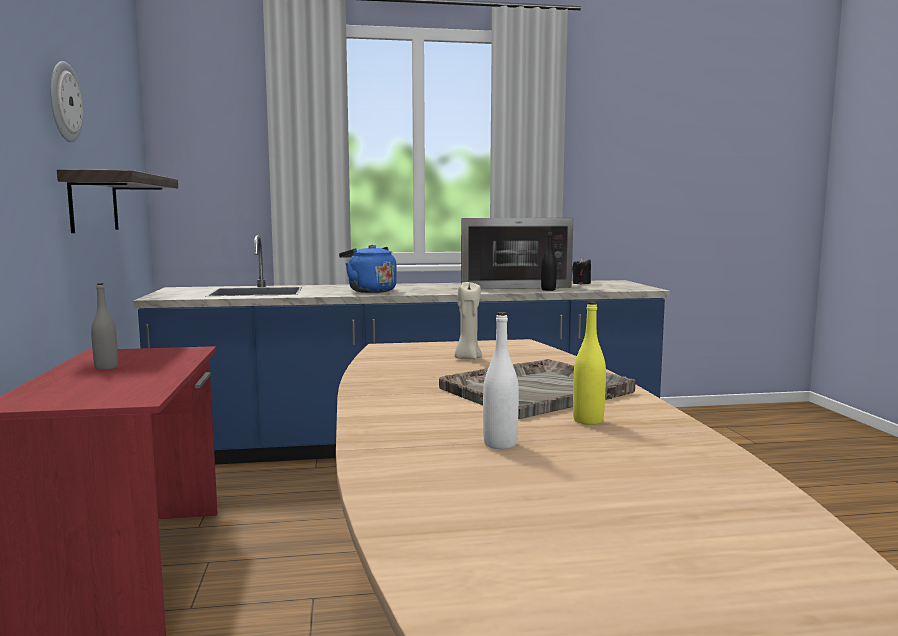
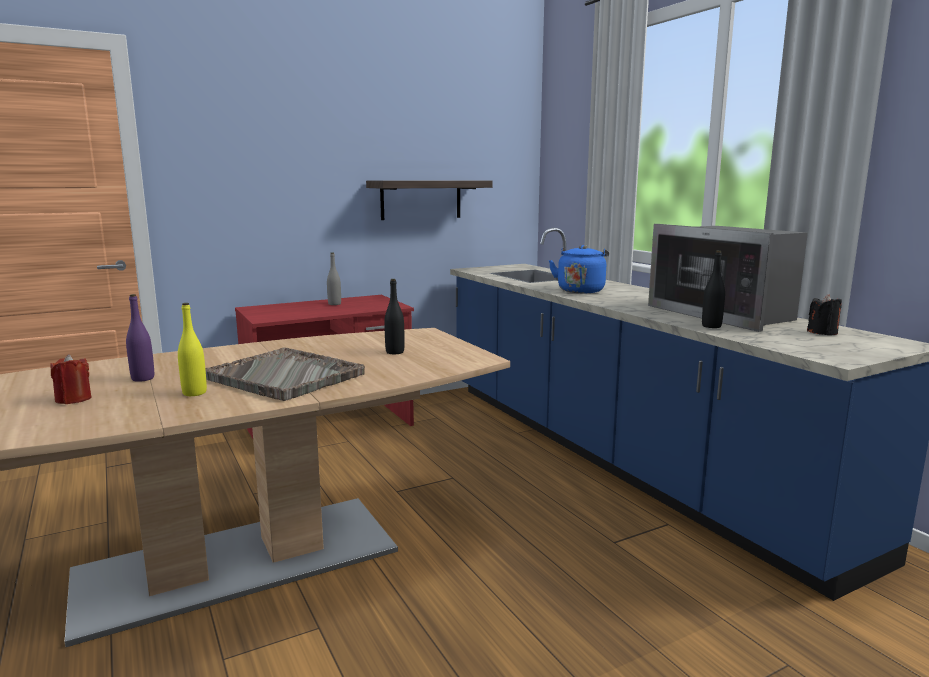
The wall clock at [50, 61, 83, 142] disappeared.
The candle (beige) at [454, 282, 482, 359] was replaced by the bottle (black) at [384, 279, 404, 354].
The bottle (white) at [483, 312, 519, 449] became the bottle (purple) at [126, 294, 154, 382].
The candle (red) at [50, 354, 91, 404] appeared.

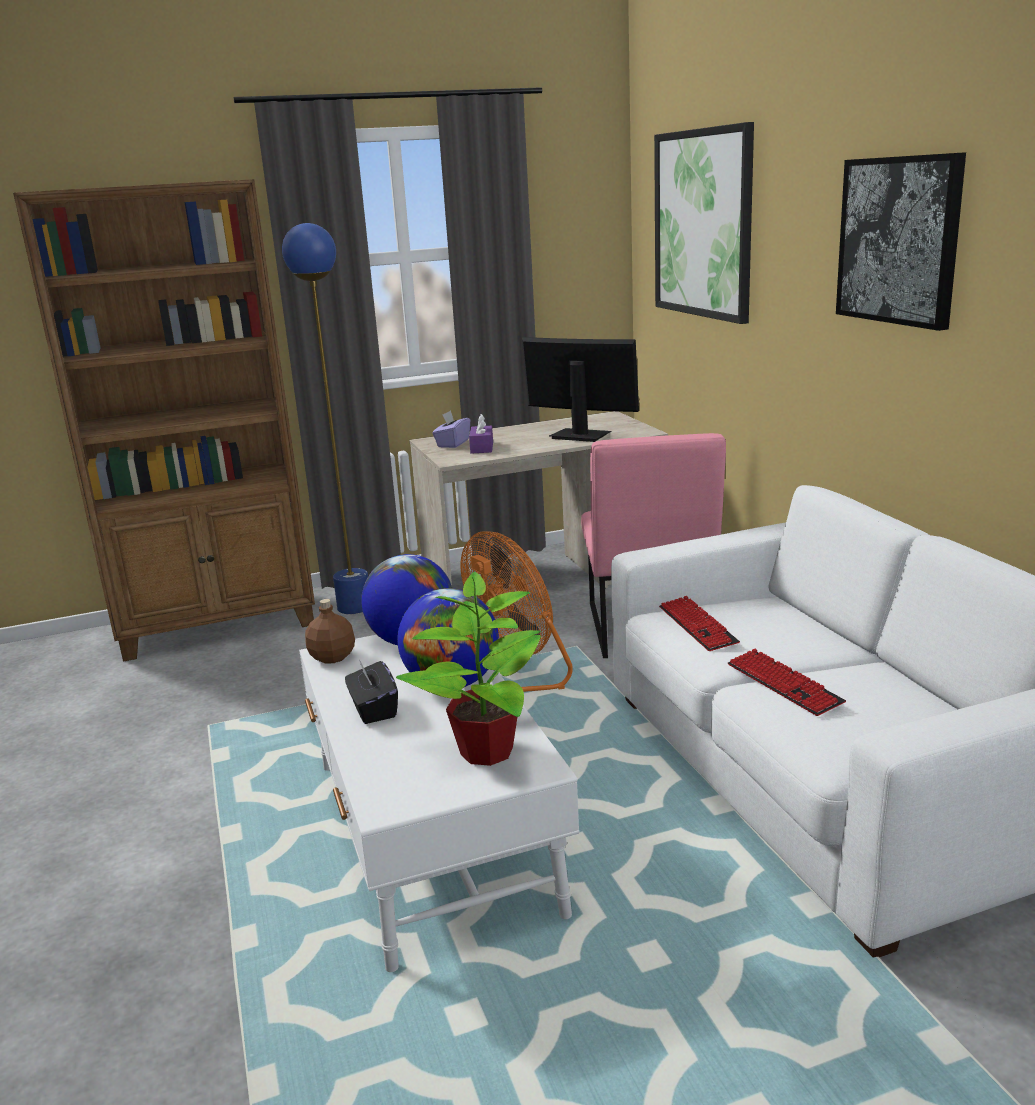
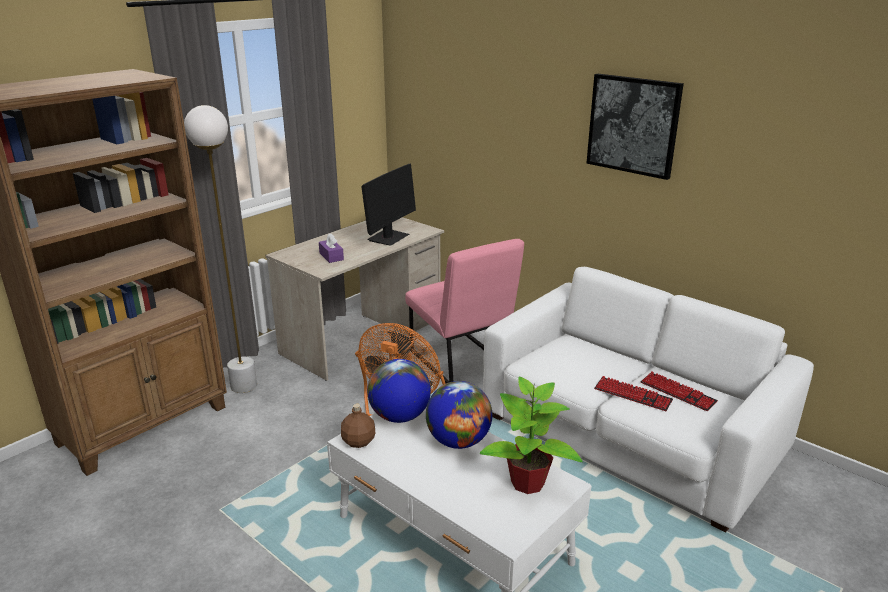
The floor lamp (blue) at [282, 223, 368, 614] became the floor lamp (white) at [184, 105, 257, 393].
The tissue box (black) at [345, 660, 398, 724] disappeared.
The tissue box (purple) at [432, 410, 470, 448] disappeared.
The monitor at [522, 337, 639, 442] turned 120 degrees clockwise.
The picture at [654, 122, 754, 324] disappeared.
The keyboard moved from [660, 596, 740, 651] to [640, 372, 718, 411].

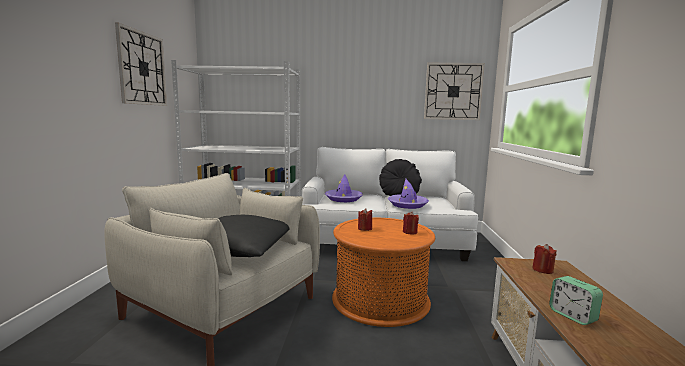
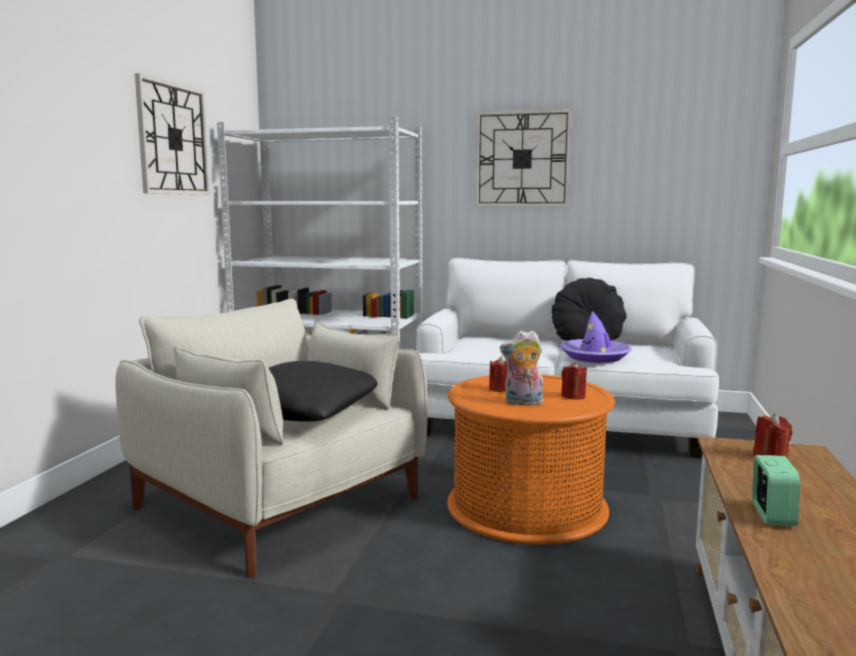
The hat (purple) at [325, 174, 363, 202] disappeared.
The wall clock moved from [424, 63, 485, 120] to [475, 109, 572, 207].
The alarm clock at [549, 276, 603, 325] turned 150 degrees counterclockwise.
The plush toy at [500, 330, 543, 405] appeared.

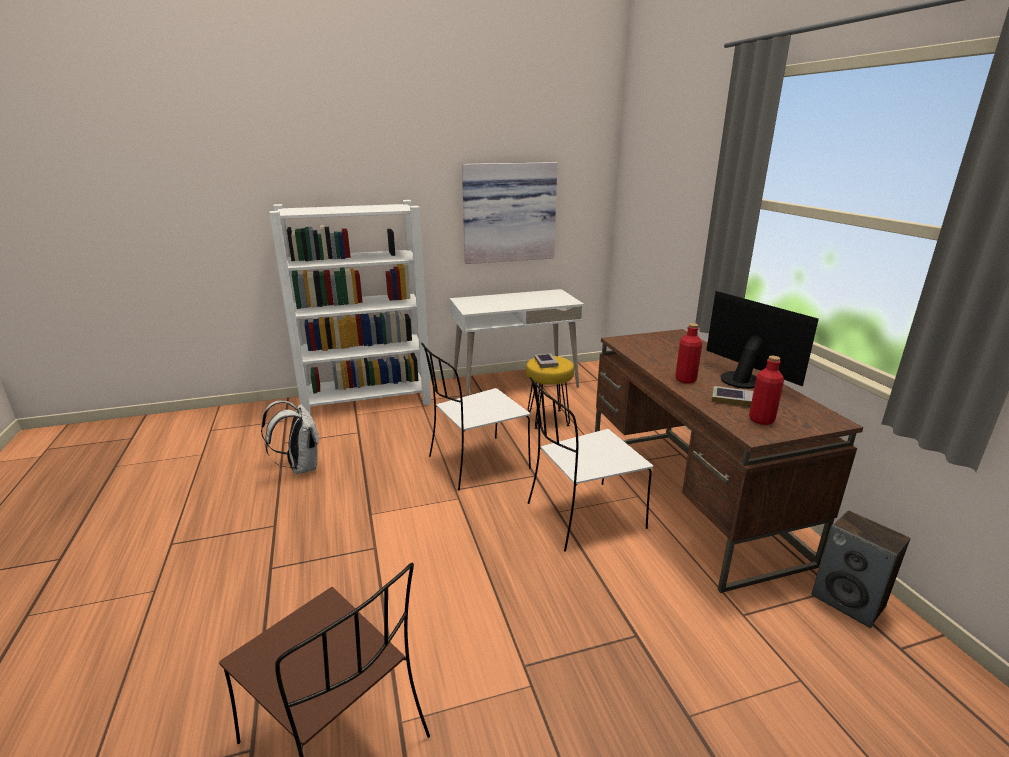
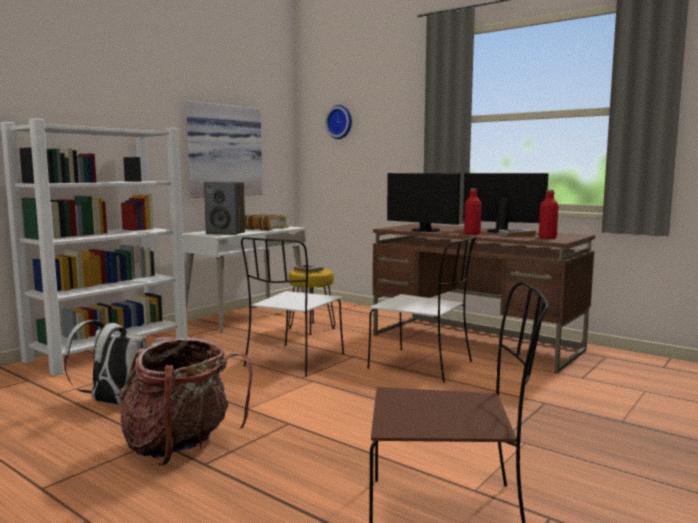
The chair (white) at [528, 377, 653, 552] turned 90 degrees counterclockwise.
The speaker moved from [811, 511, 910, 628] to [204, 182, 245, 235].
The backpack at [119, 337, 253, 466] appeared.
The book at [245, 214, 289, 231] appeared.
The wall clock at [325, 105, 352, 139] appeared.
The monitor at [387, 173, 460, 232] appeared.

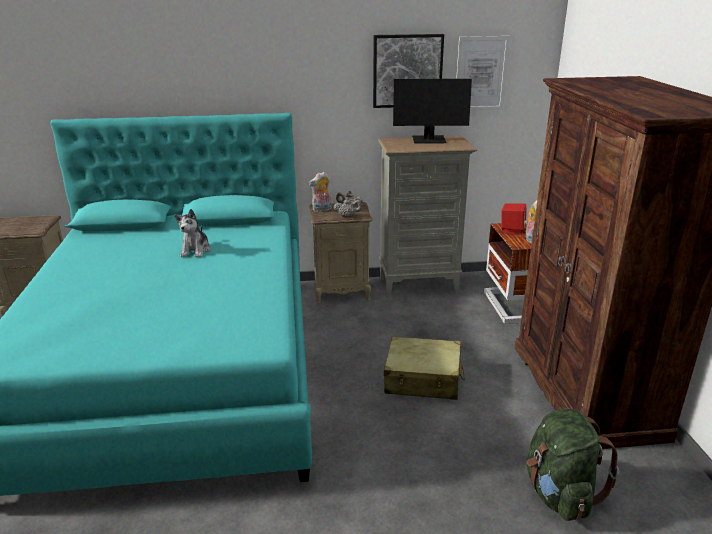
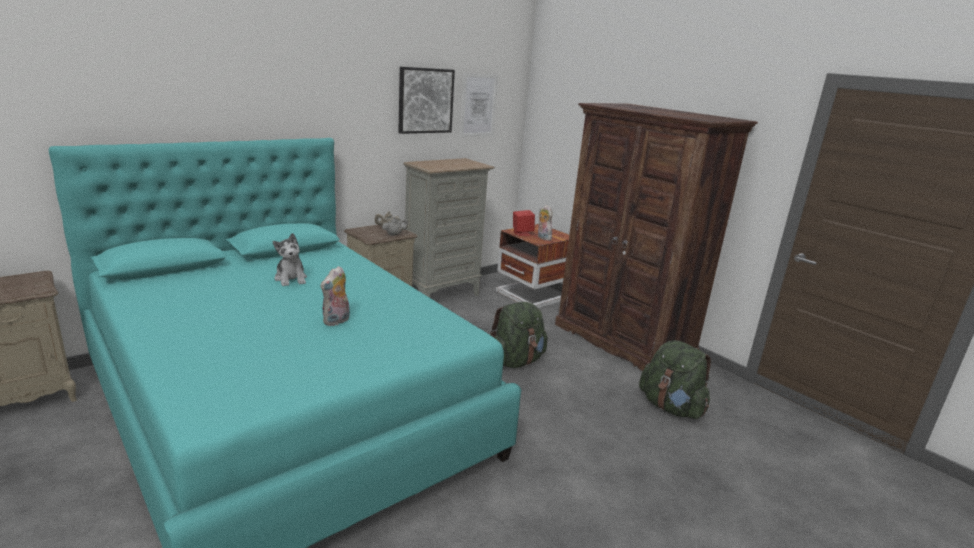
The plush toy moved from [309, 172, 332, 212] to [320, 266, 350, 326].
The suitcase (beige) at [384, 337, 465, 400] was replaced by the backpack (green) at [490, 302, 548, 368].
The monitor at [393, 79, 472, 143] disappeared.

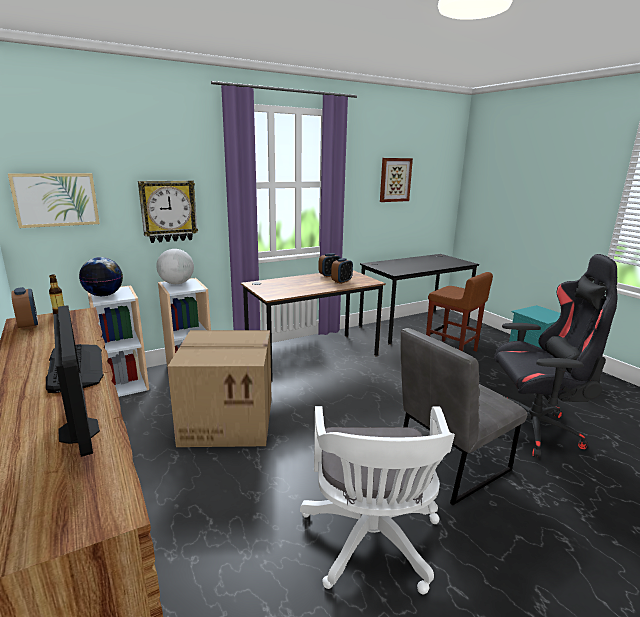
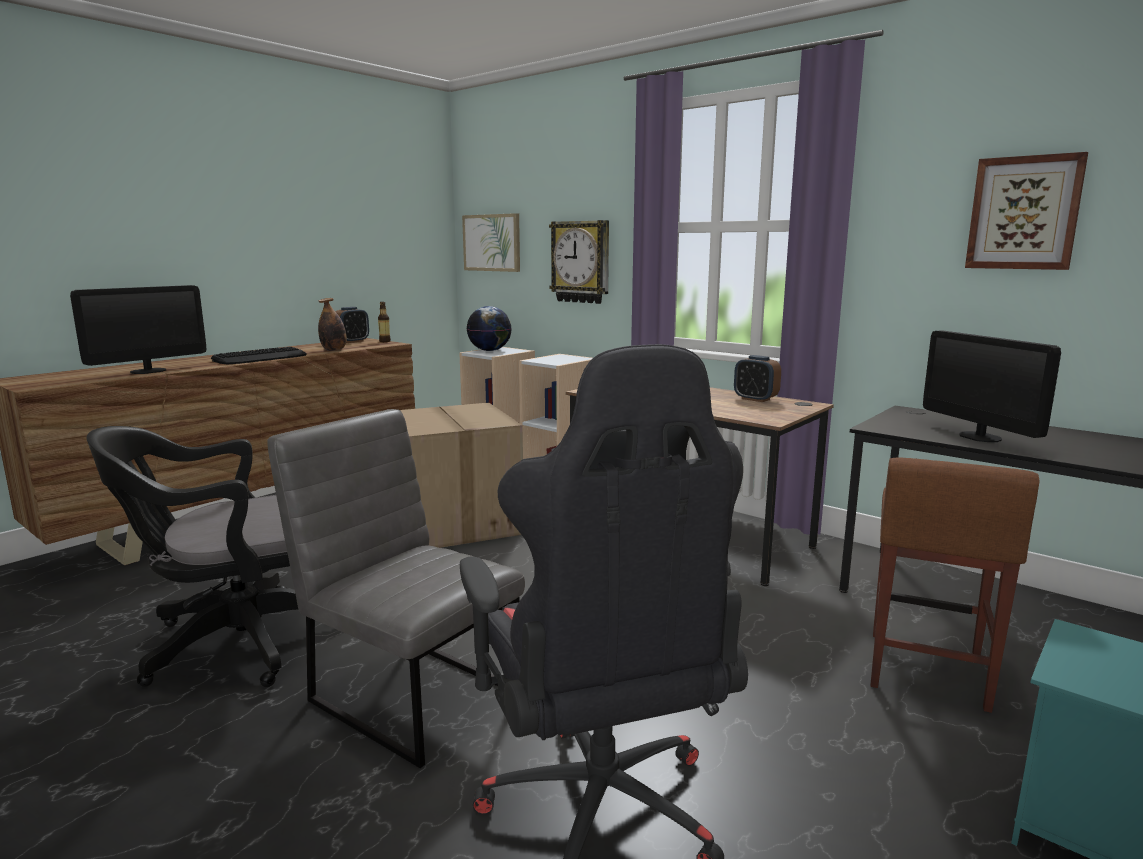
The globe at [156, 249, 194, 284] disappeared.
The office chair (white) at [300, 406, 455, 594] became the office chair (black) at [87, 426, 299, 687].
The alarm clock at [331, 258, 353, 284] disappeared.
The bottle at [318, 298, 347, 351] appeared.
The monitor at [923, 330, 1061, 442] appeared.

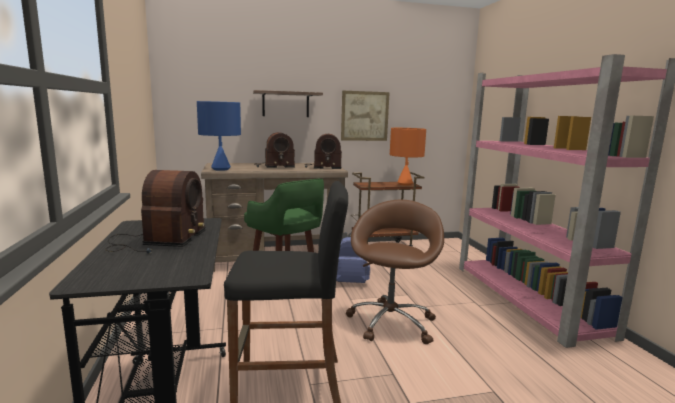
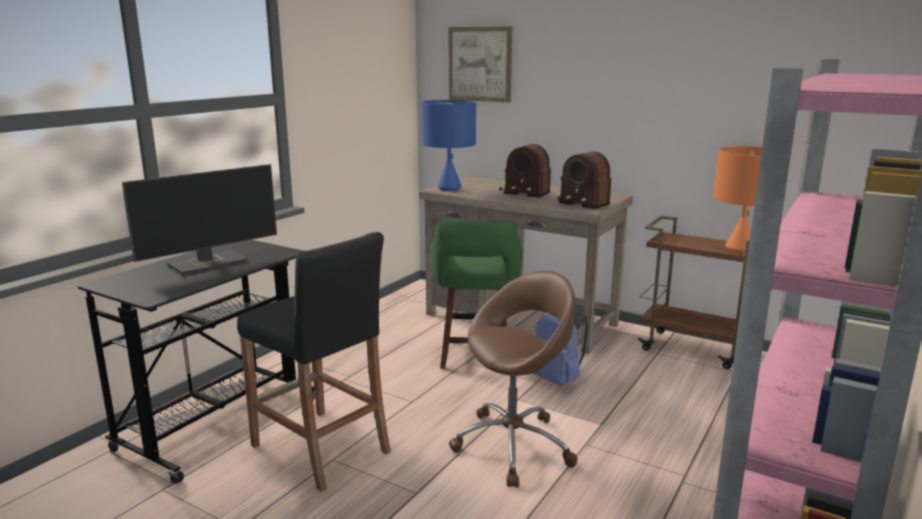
The radio at [105, 170, 206, 254] was replaced by the monitor at [122, 164, 277, 275].
The shelf at [253, 90, 323, 117] disappeared.
The picture moved from [341, 91, 390, 141] to [448, 26, 512, 103].

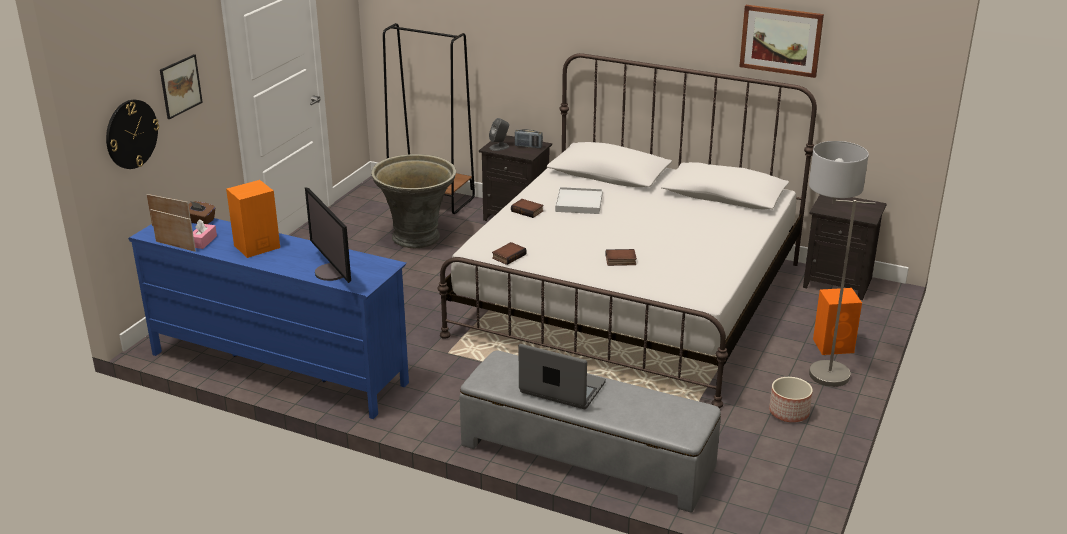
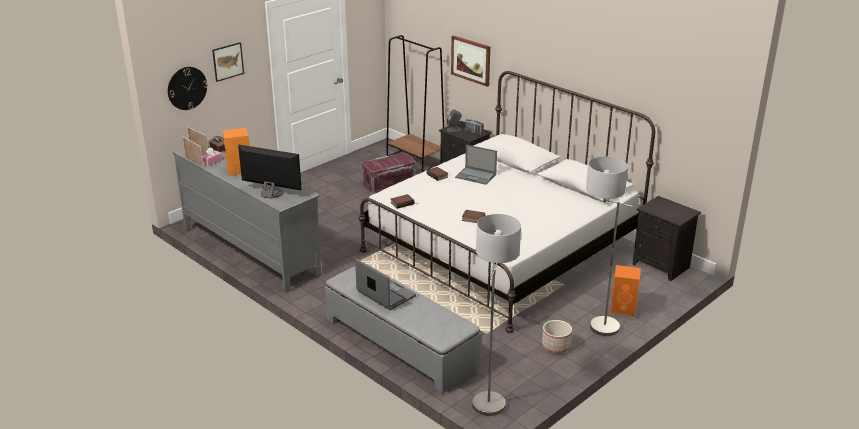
The dresser (blue) at [128, 218, 409, 419] became the dresser (grey) at [173, 140, 322, 293].
The monitor at [305, 187, 351, 283] turned 120 degrees clockwise.
The planter (grey) at [371, 154, 456, 248] was replaced by the storage box (red) at [361, 153, 415, 195].
The tray (white) at [555, 187, 603, 214] was replaced by the laptop at [455, 145, 497, 185].
The picture moved from [739, 5, 824, 78] to [451, 35, 490, 87].
The floor lamp (grey) at [472, 214, 521, 416] appeared.

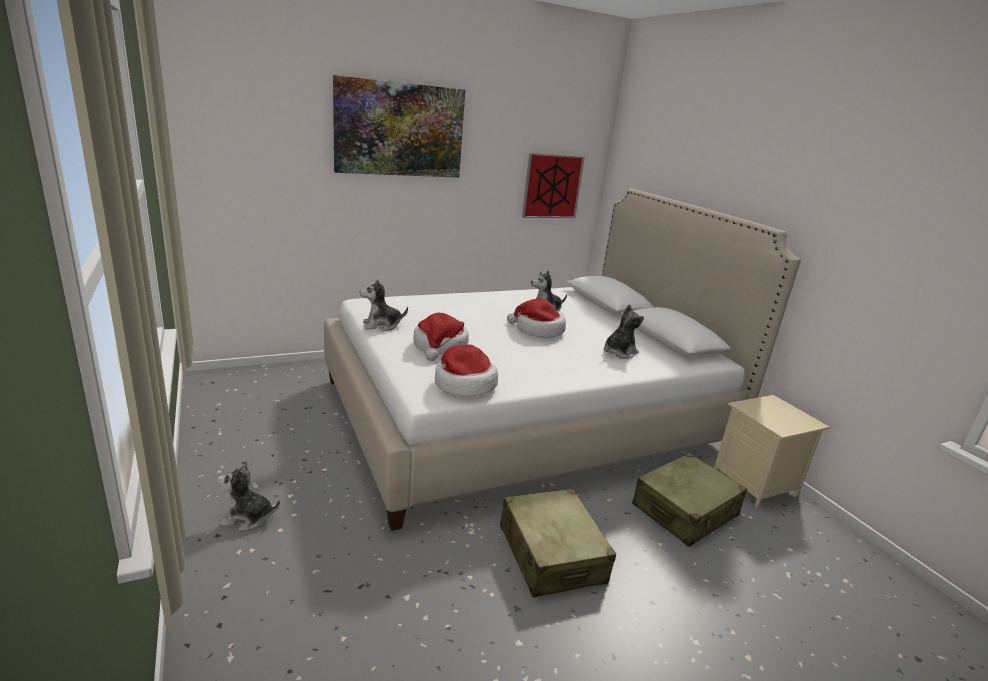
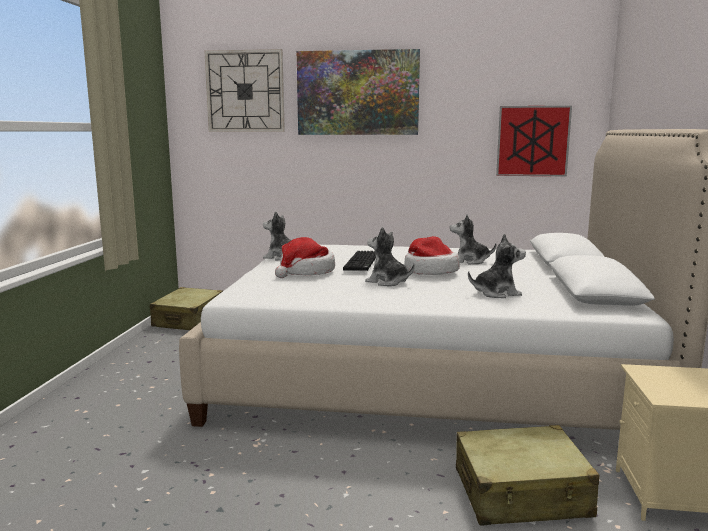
The plush toy moved from [217, 462, 280, 531] to [365, 227, 415, 286].
The hat at [435, 345, 498, 397] disappeared.
The suitcase (beige) moved from [500, 489, 616, 598] to [150, 287, 223, 330].
The wall clock at [204, 49, 285, 132] appeared.
The keyboard at [343, 251, 376, 271] appeared.

